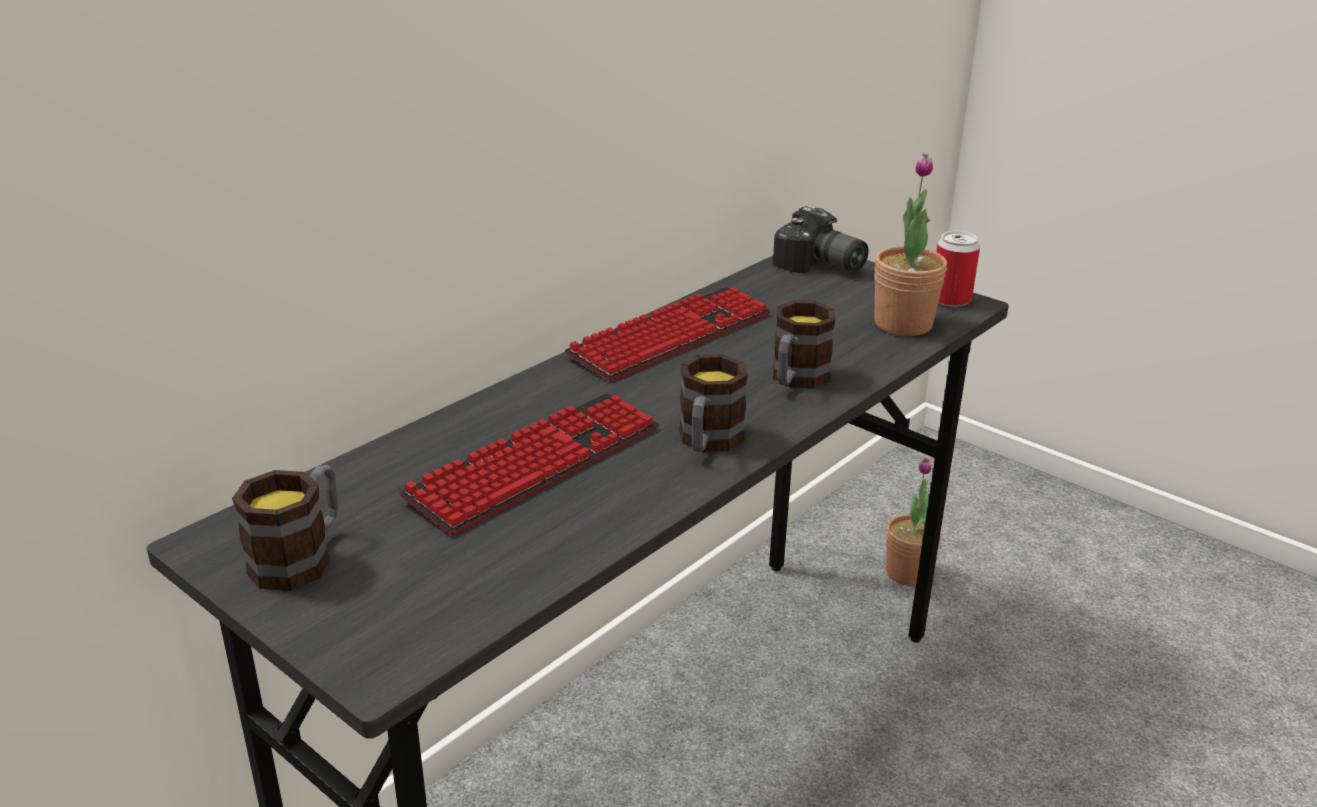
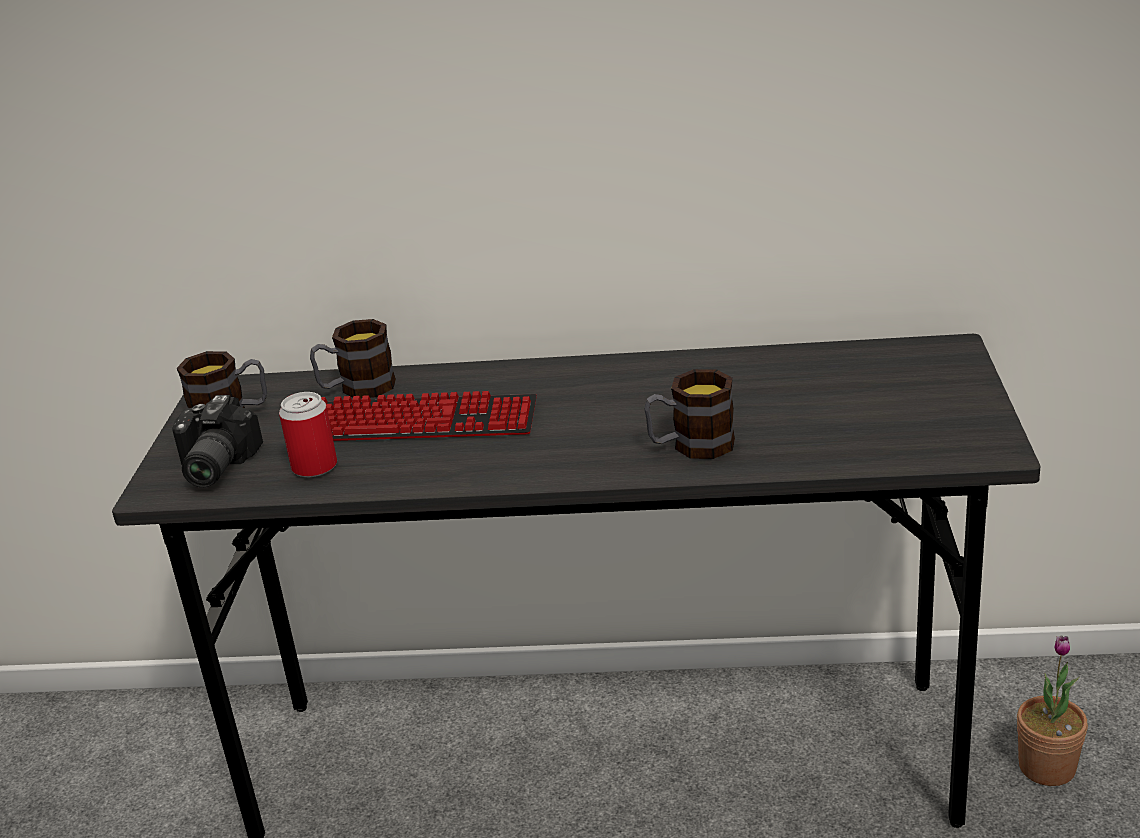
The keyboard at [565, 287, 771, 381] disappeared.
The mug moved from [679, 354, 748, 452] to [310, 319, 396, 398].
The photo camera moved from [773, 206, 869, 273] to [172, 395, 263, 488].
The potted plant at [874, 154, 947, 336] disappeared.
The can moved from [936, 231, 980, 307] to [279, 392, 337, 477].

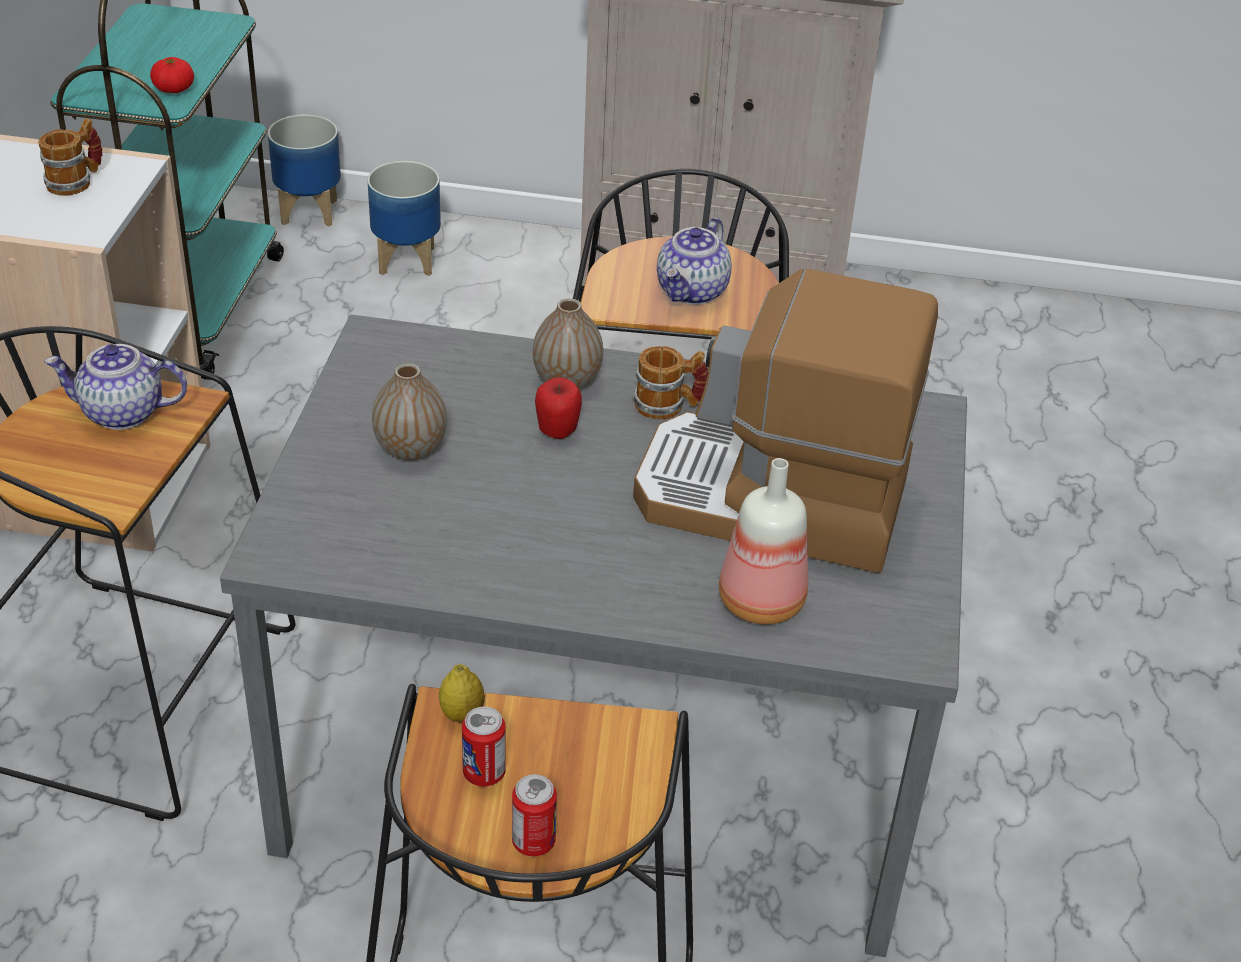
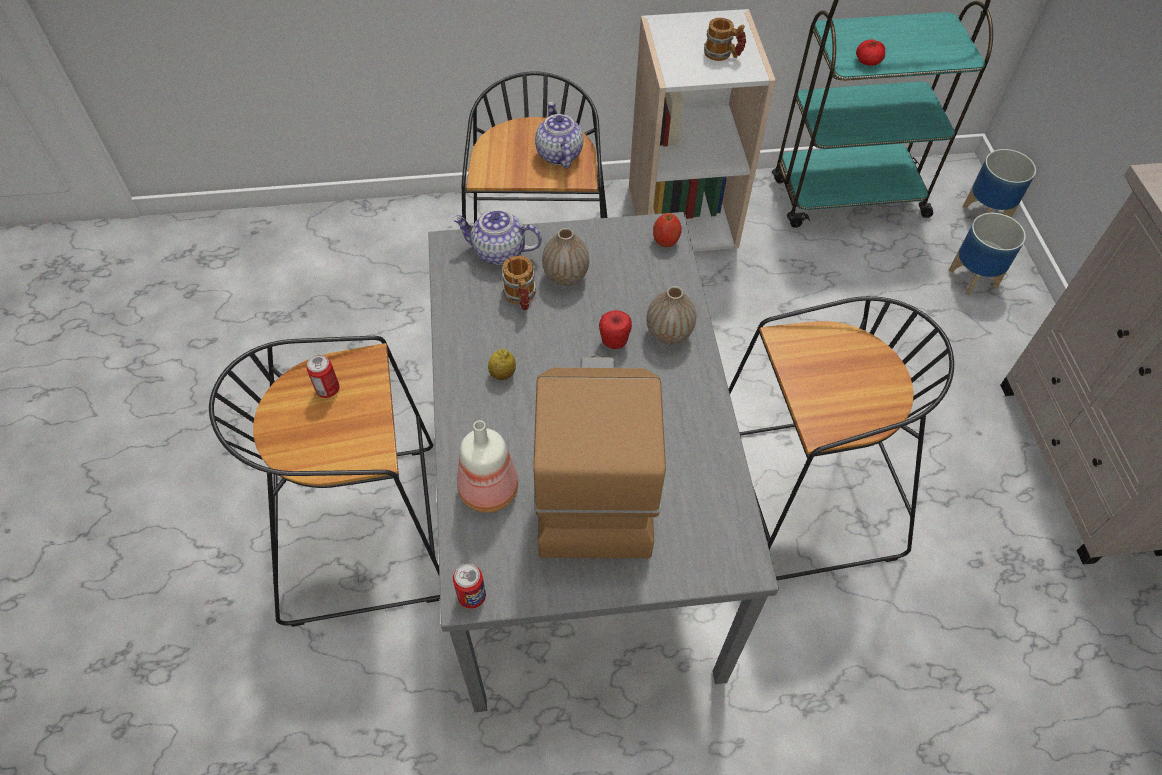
The lemon moved from [439, 664, 485, 723] to [488, 349, 516, 380].
The can moved from [512, 774, 557, 857] to [453, 564, 486, 609].
The mug moved from [632, 346, 708, 420] to [502, 255, 536, 310].
The teapot moved from [657, 218, 732, 305] to [453, 209, 542, 265].
The apple at [653, 213, 682, 247] appeared.

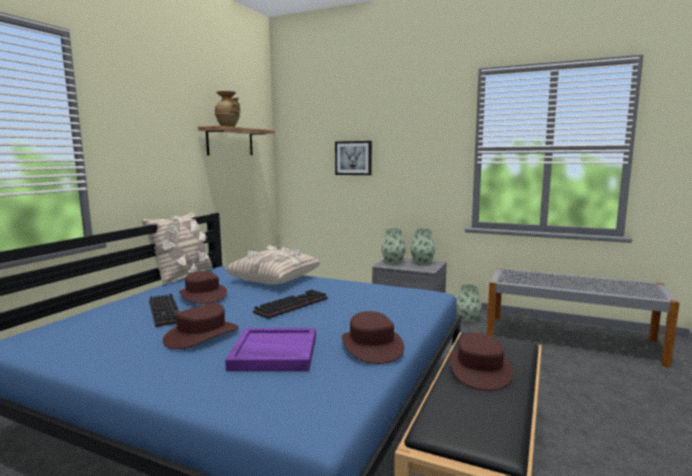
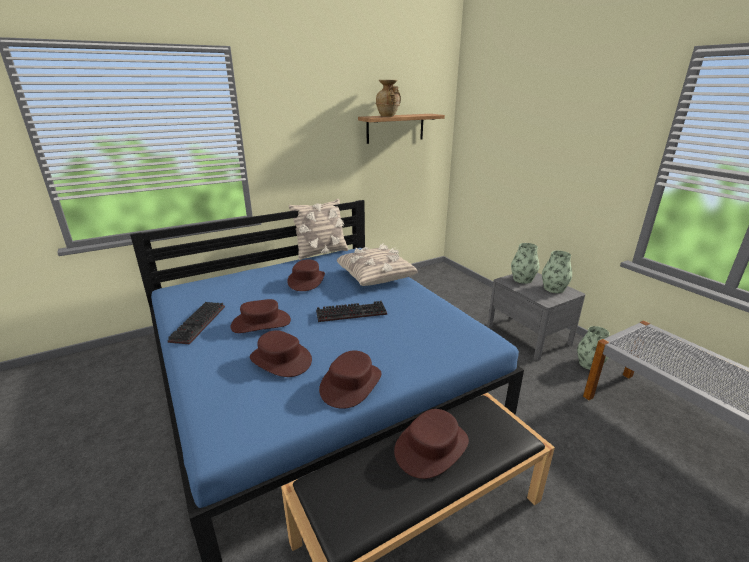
The keyboard moved from [149, 294, 179, 327] to [167, 302, 225, 345].
The tray (purple) at [225, 328, 316, 371] was replaced by the hat (brown) at [250, 330, 312, 377].
The picture at [335, 141, 372, 175] disappeared.

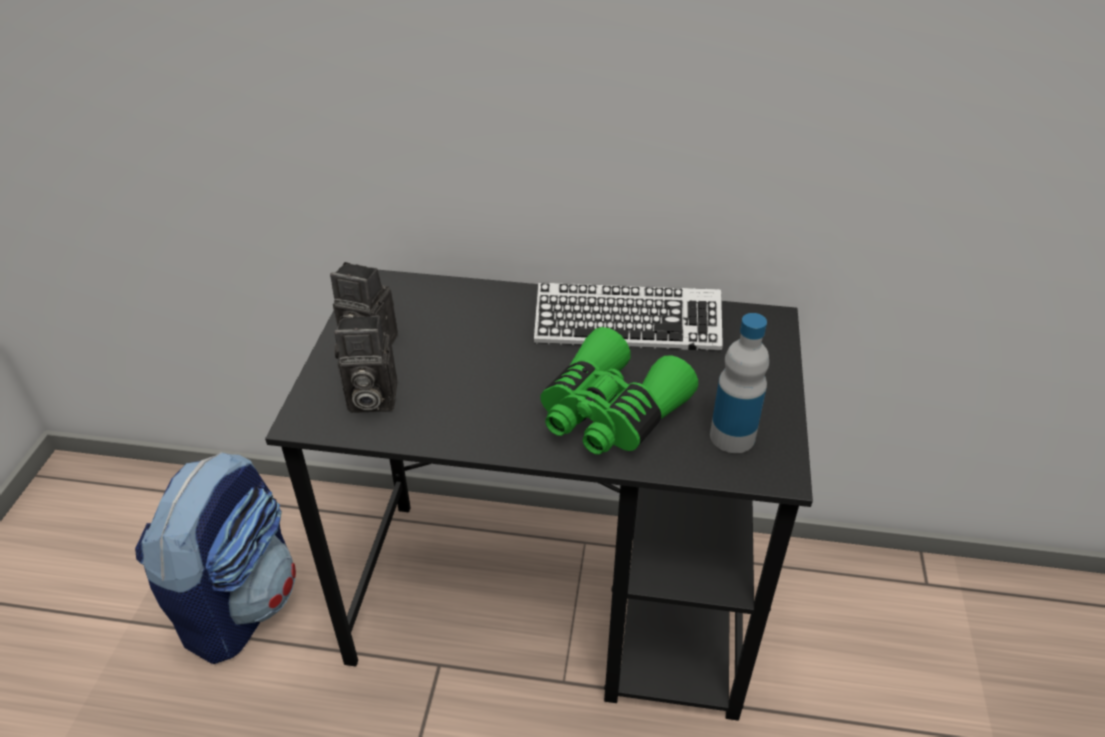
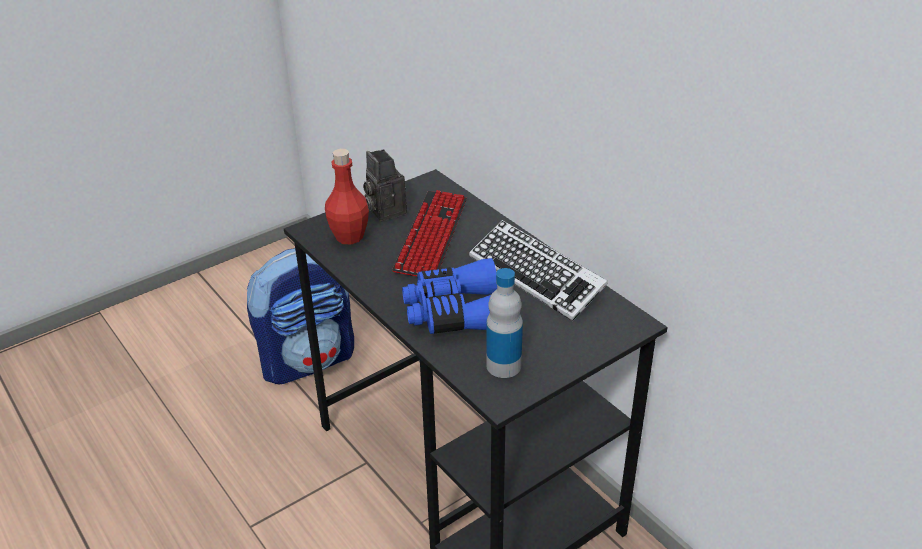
The photo camera at [334, 315, 397, 413] was replaced by the bottle (red) at [325, 149, 369, 244].
The binoculars (green) at [540, 327, 698, 455] became the binoculars (blue) at [402, 258, 497, 334].
The keyboard at [392, 190, 467, 276] appeared.

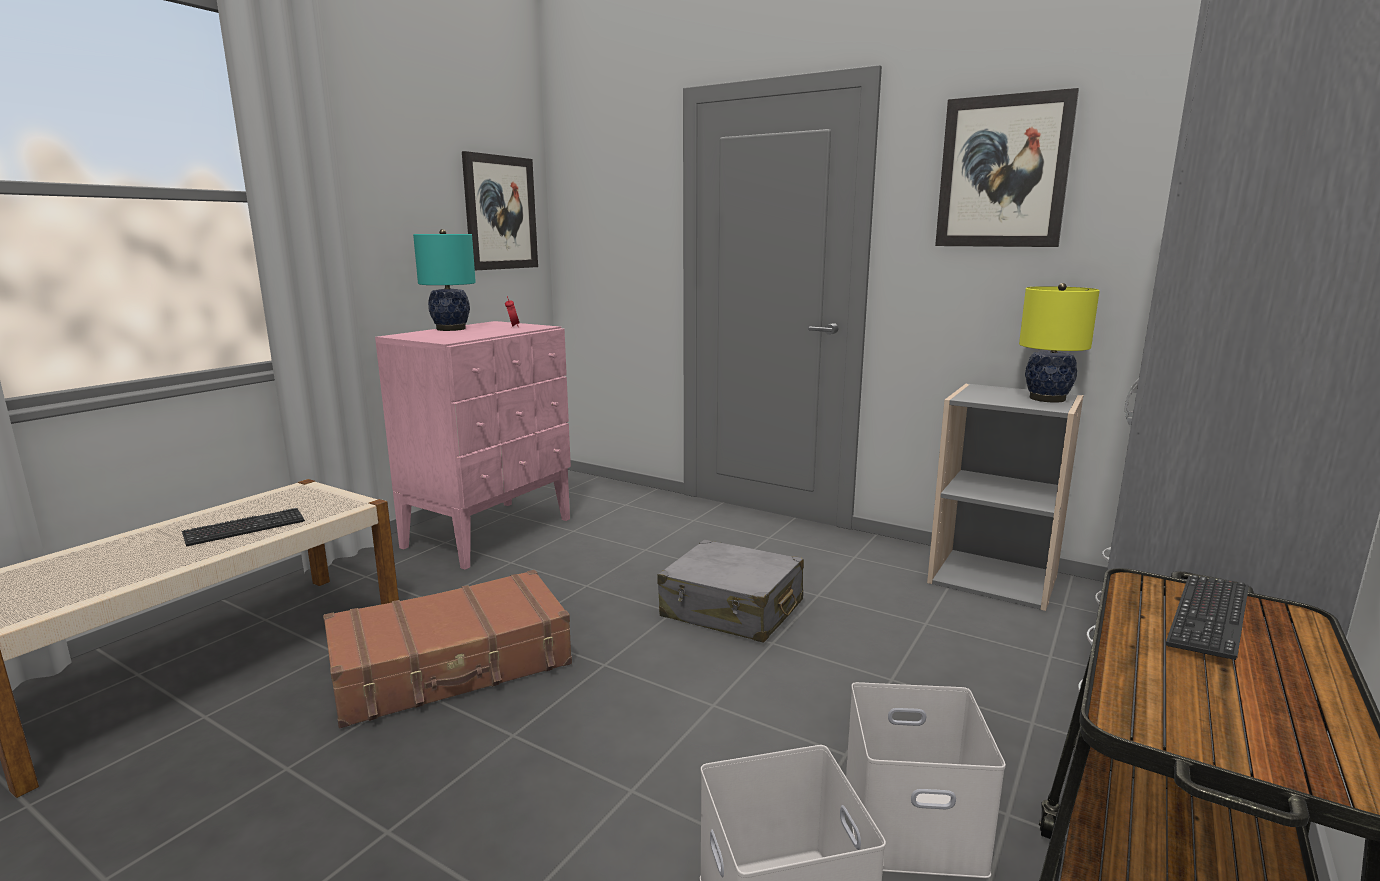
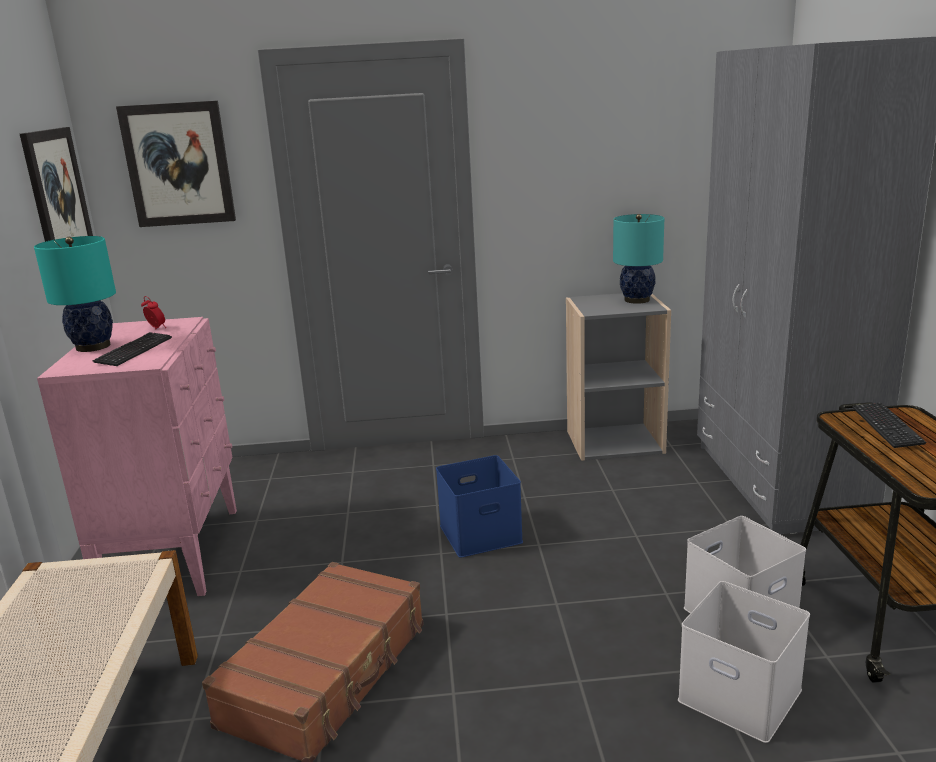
The keyboard moved from [182, 508, 305, 546] to [93, 332, 172, 366].
The suitcase (grey) at [657, 539, 804, 643] was replaced by the storage box (blue) at [436, 455, 523, 558].
The picture moved from [935, 88, 1079, 247] to [116, 101, 236, 227].
The table lamp (yellow) at [1019, 283, 1100, 402] became the table lamp (turquoise) at [613, 214, 664, 304].

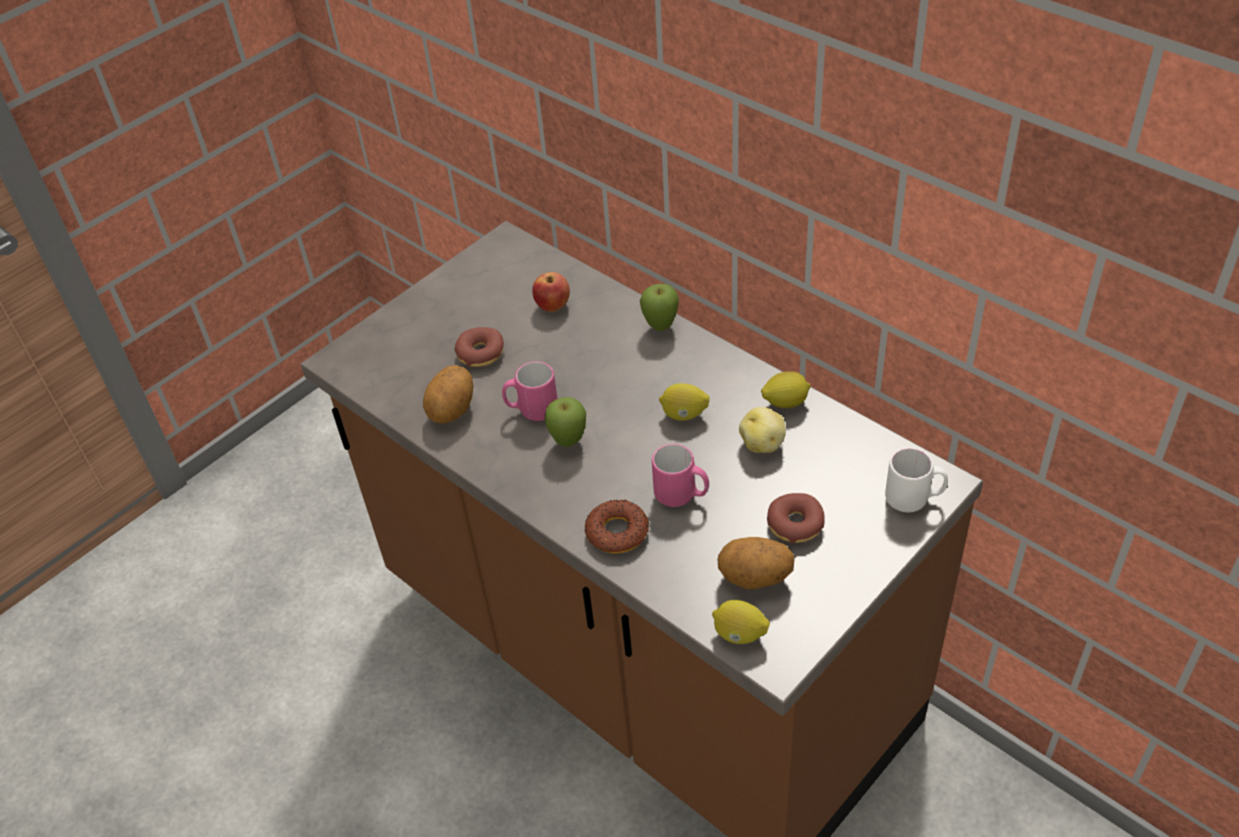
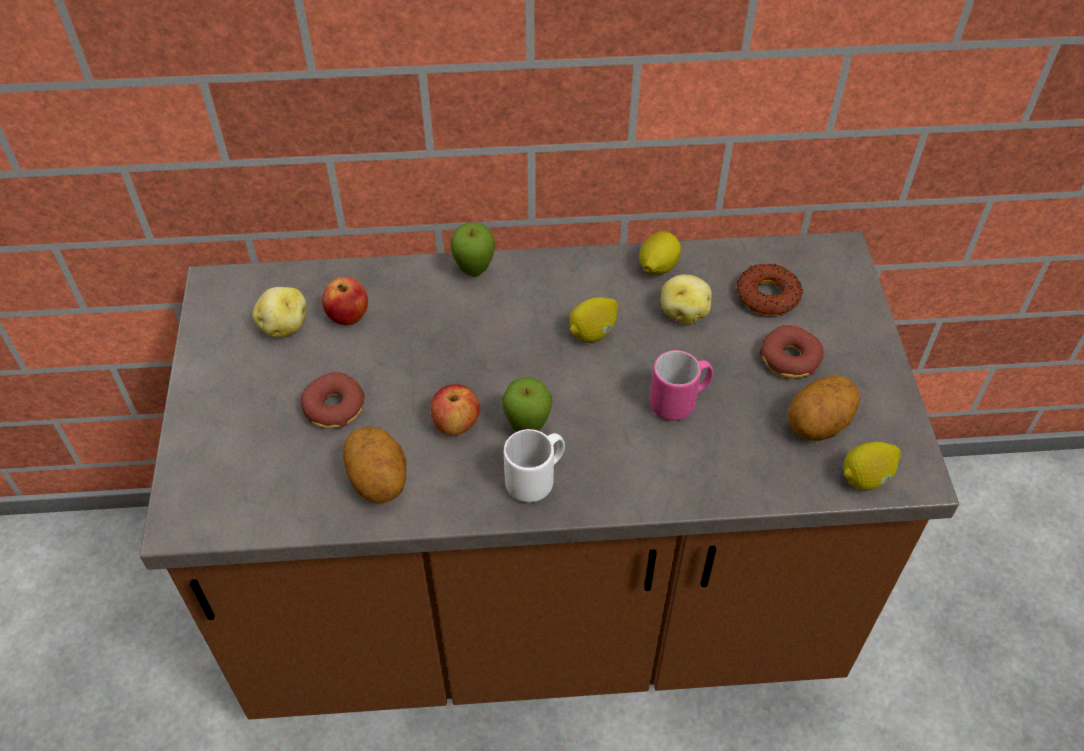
The mug (pink) at [502, 361, 558, 421] was replaced by the apple at [430, 384, 480, 436].
The donut moved from [585, 500, 649, 554] to [737, 264, 803, 316].
The mug (white) moved from [885, 448, 948, 512] to [504, 429, 565, 502].
The potato at [253, 287, 306, 338] appeared.

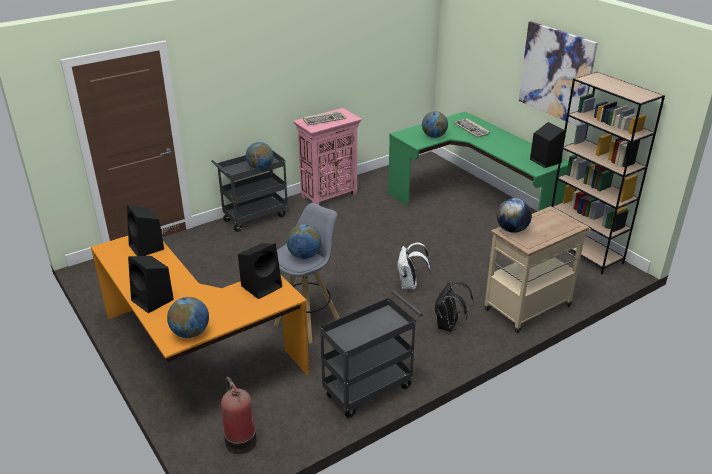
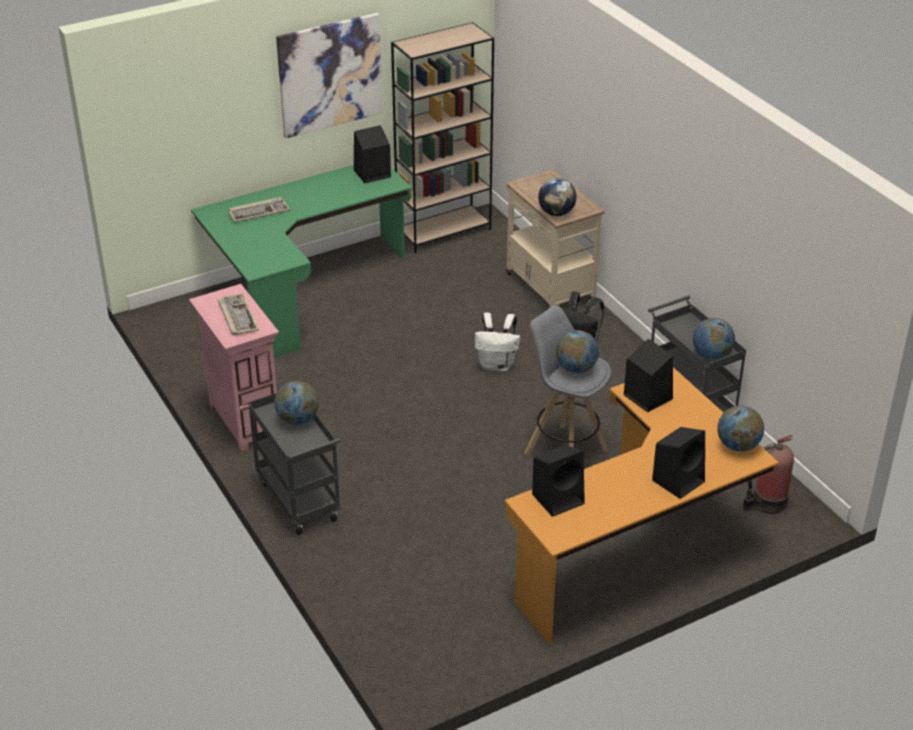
The globe moved from [422, 111, 448, 138] to [693, 318, 735, 360].

